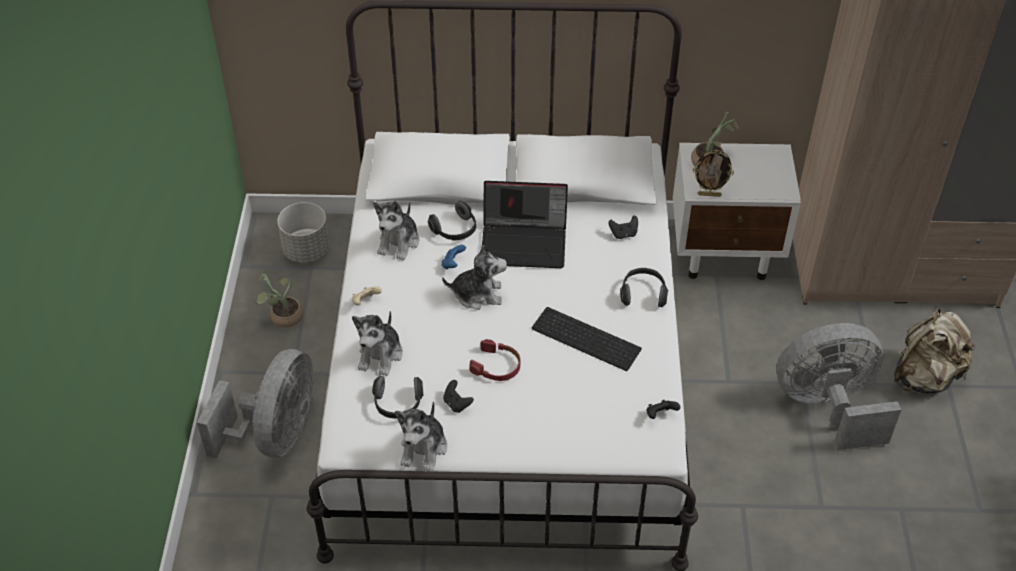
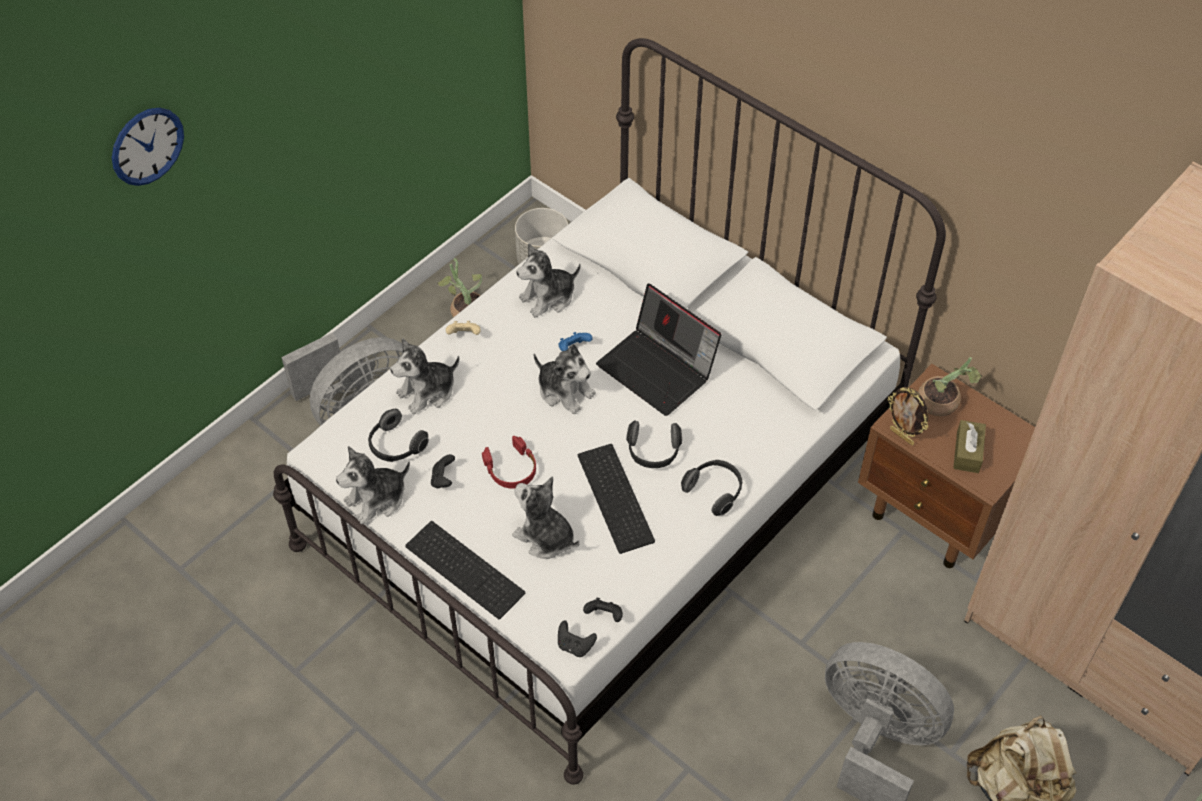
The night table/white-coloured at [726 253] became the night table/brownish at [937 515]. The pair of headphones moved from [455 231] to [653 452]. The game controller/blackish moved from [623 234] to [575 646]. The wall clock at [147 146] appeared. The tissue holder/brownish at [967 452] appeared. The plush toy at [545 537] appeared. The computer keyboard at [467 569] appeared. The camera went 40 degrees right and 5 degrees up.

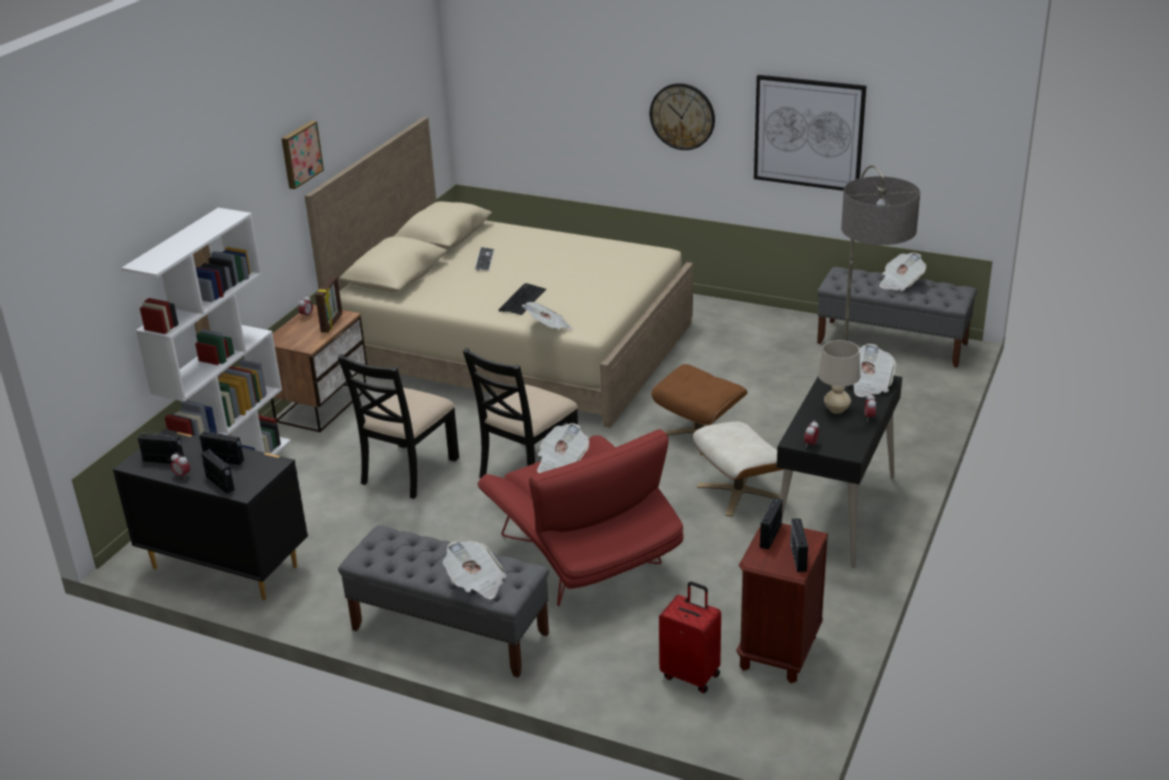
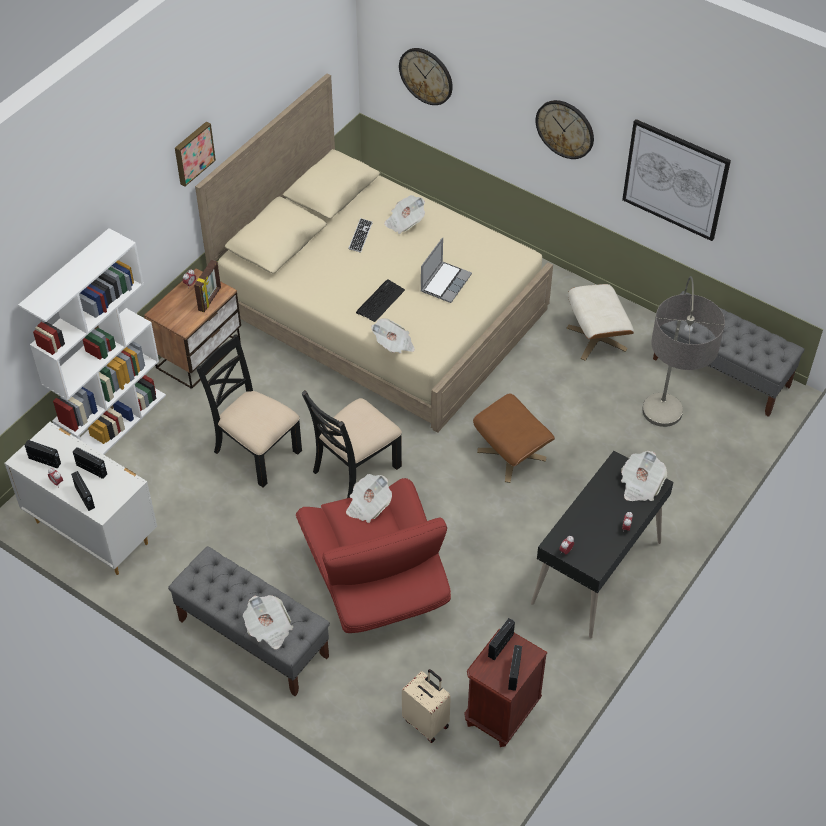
The newspaper moved from [900 283] to [404 222]. The tabletop lamp/sand-coloured at [836 409] disappeared. The plain chair/blackish at [408 470] turned 90 degrees clockwise. The pouffe/sand-coloured moved from [738 492] to [596 338]. The dresser/blackish at [225 566] became the dresser/white-coloured at [92 531]. The suitcase/red at [691 675] became the suitcase/sand-coloured at [427 722]. The wall clock at [426 76] appeared. The laptop at [445 282] appeared. The camera went 10 degrees right and 20 degrees up.

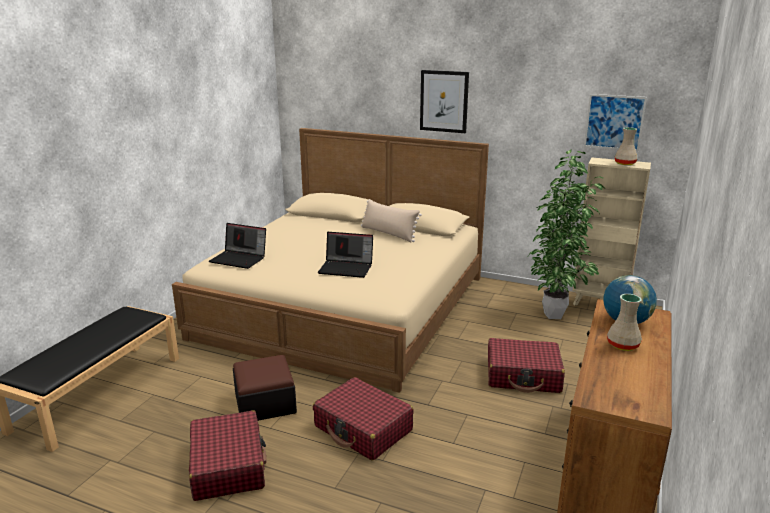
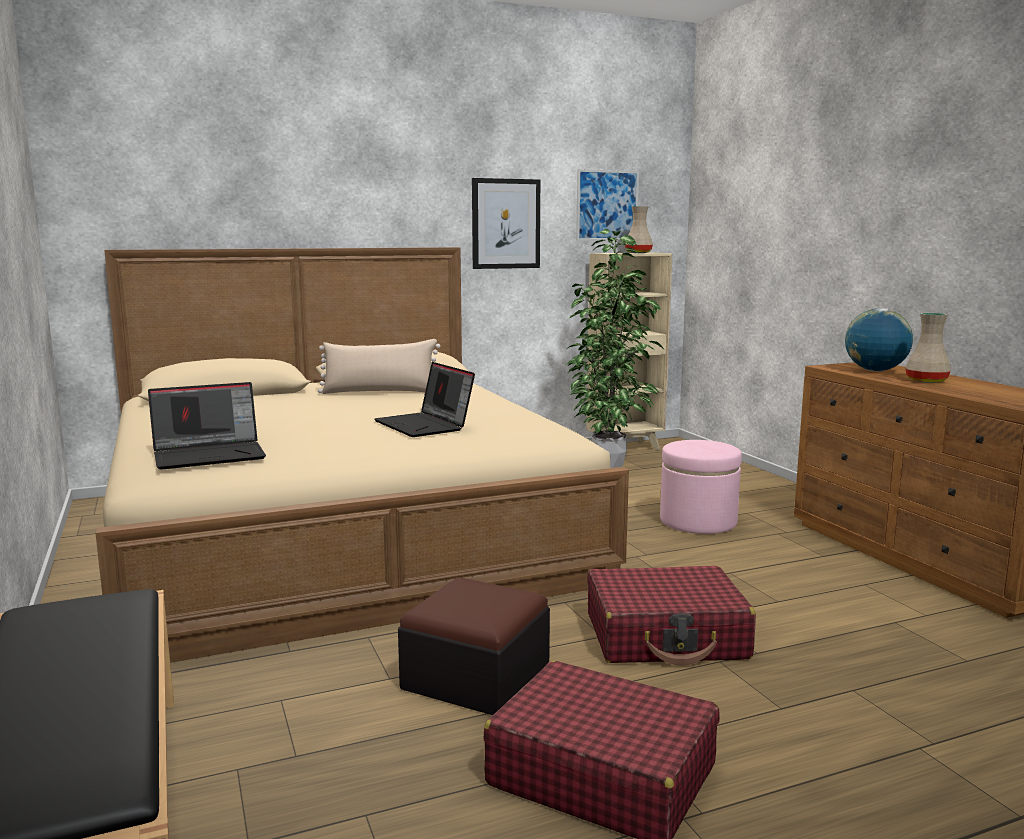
The picture moved from [444 101] to [505 224]. The laptop at [347 268] turned 90 degrees clockwise. The suitcase/red at [523 375] was replaced by the pouffe/pinkish at [698 521]. The camera went 45 degrees left and 10 degrees down.

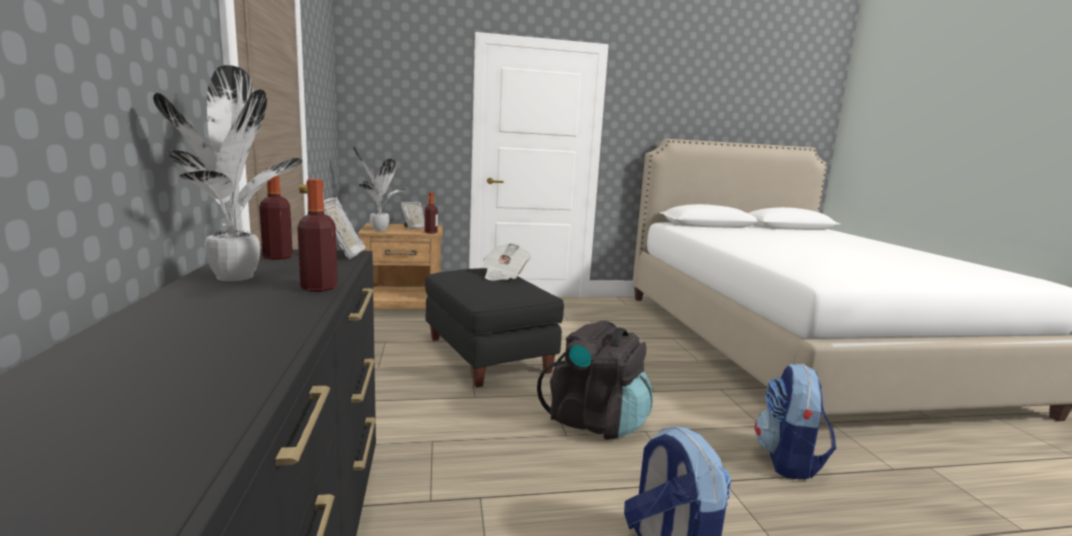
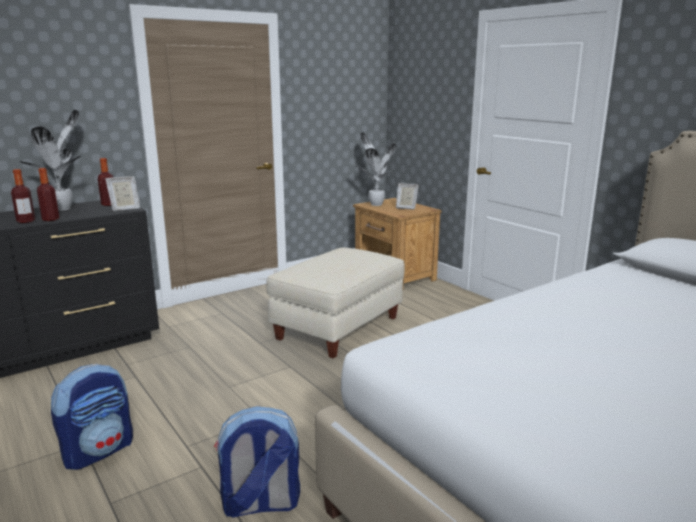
The drink bottle moved from [430 232] to [26 221]. The newspaper at [504 275] disappeared. The pouffe/blackish at [486 355] became the pouffe/sand-coloured at [337 327]. The rucksack/blackish at [595 421] disappeared. The camera went 65 degrees right and 5 degrees up.

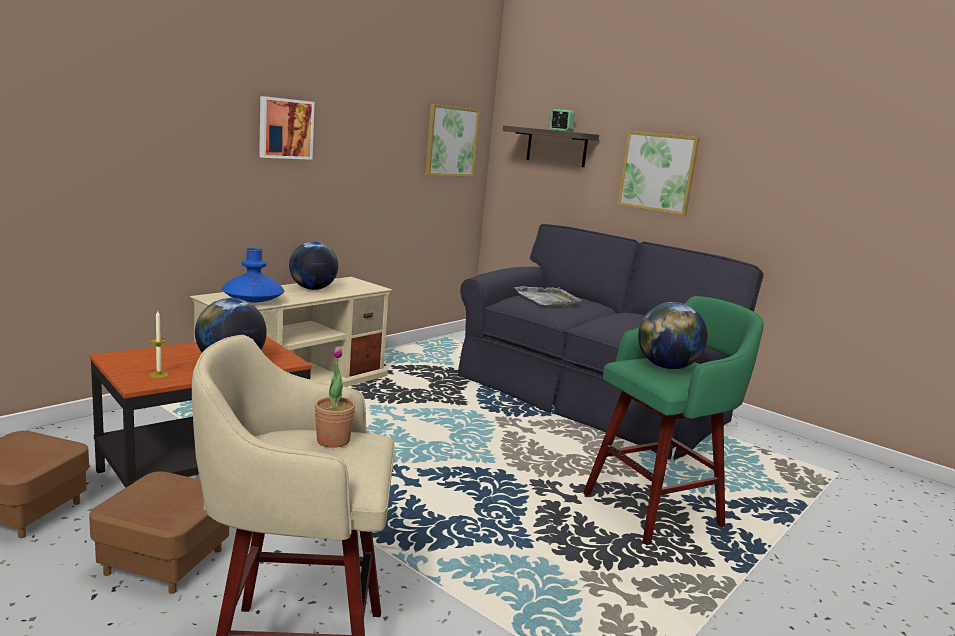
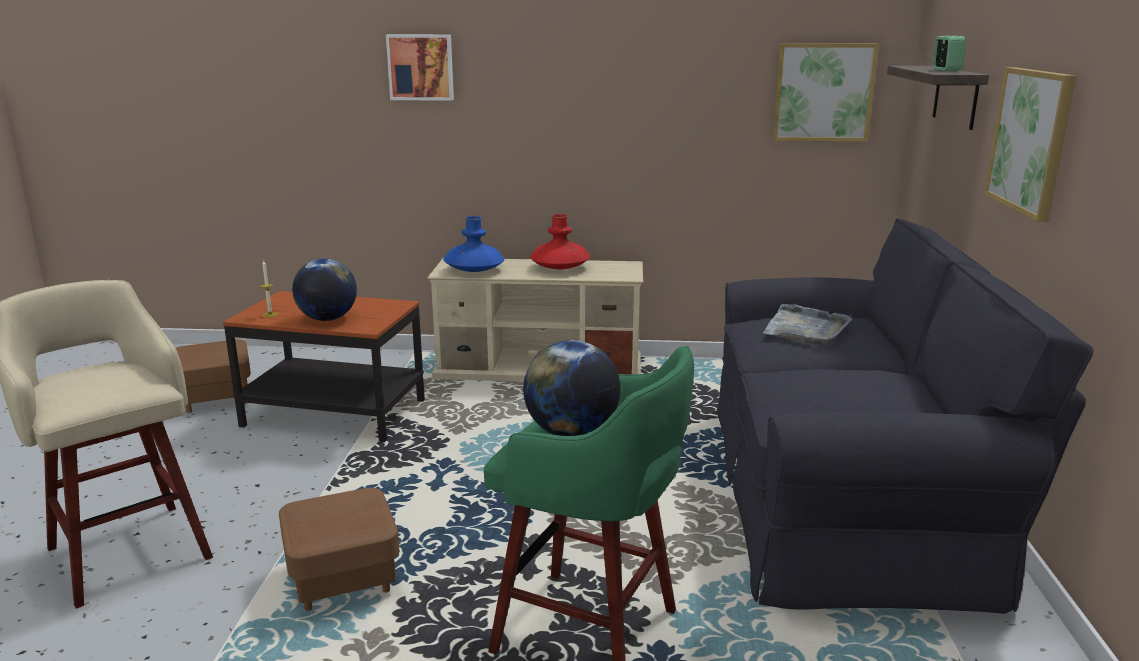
The picture moved from [285 128] to [421 67]. The globe at [312 289] was replaced by the decorative vase/red at [560 268]. The potted plant at [333 441] disappeared. The pouffe/brownish moved from [165 561] to [343 579]. The camera went 55 degrees right and 5 degrees up.

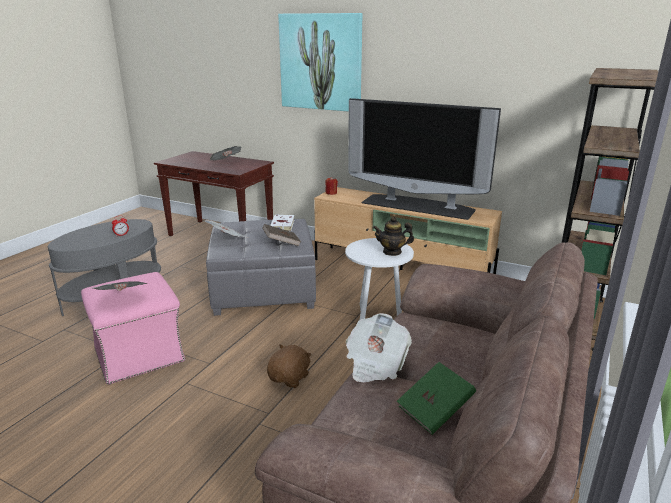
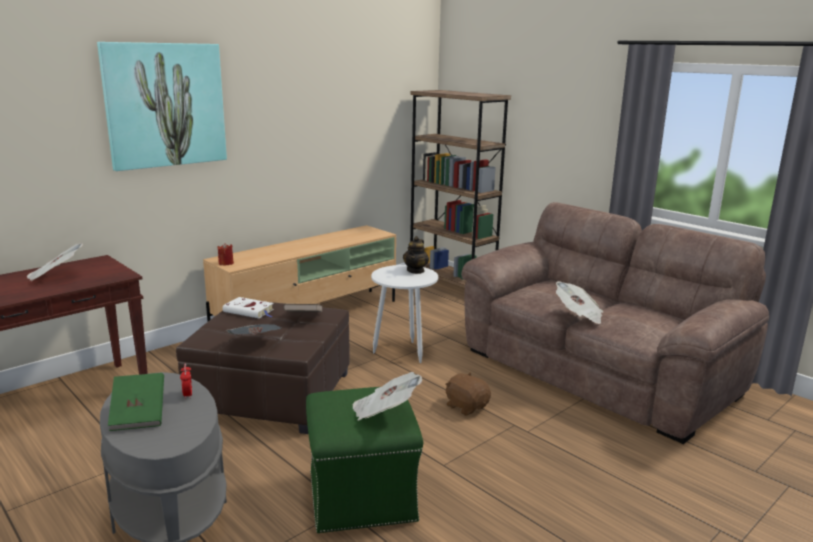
The TV at [418 206] disappeared. The pouffe/grey at [264 289] became the pouffe/brownish at [273 393]. The pouffe/pinkish at [140 354] became the pouffe/green-coloured at [361 495]. The bound book/green-coloured moved from [435 410] to [139 415]. The camera went 70 degrees left and 5 degrees down.

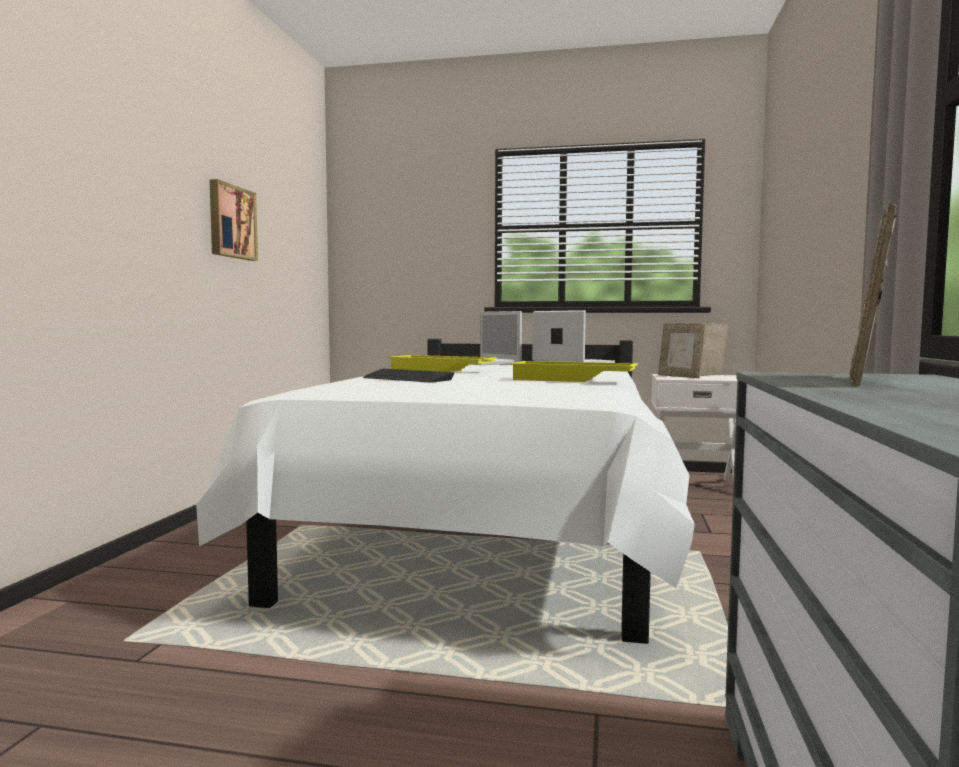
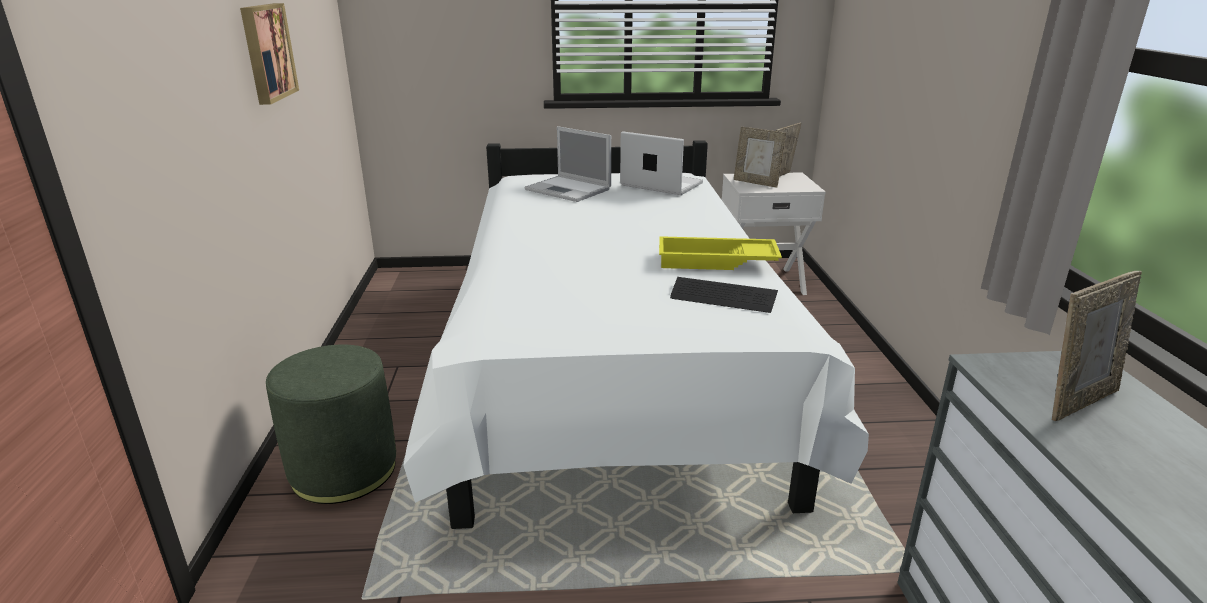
The standing frame at [867 381] turned 135 degrees counterclockwise. The carrying tray/yellowish at [440 371] disappeared. The computer keyboard moved from [407 378] to [723 297]. The pouffe/green-coloured at [344 470] appeared. The camera went 15 degrees left and 20 degrees up.

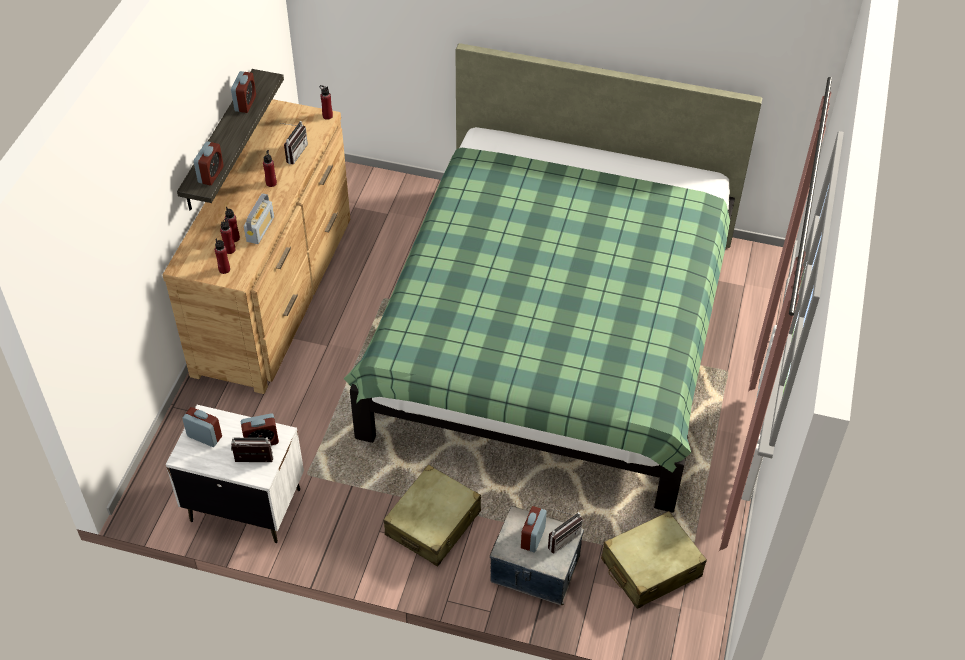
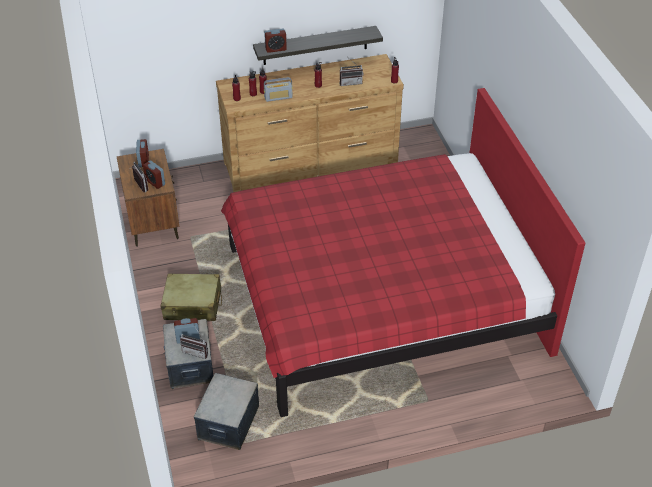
The sleeping bed/green-coloured at [553 335] became the sleeping bed/red at [382 296]. The alarm clock at [245 103] disappeared. The night table/white-coloured at [245 504] became the night table/brownish at [153 222]. The suitcase/sand-coloured at [650 568] was replaced by the storage box at [228 422]. The camera went 60 degrees right and 5 degrees down.

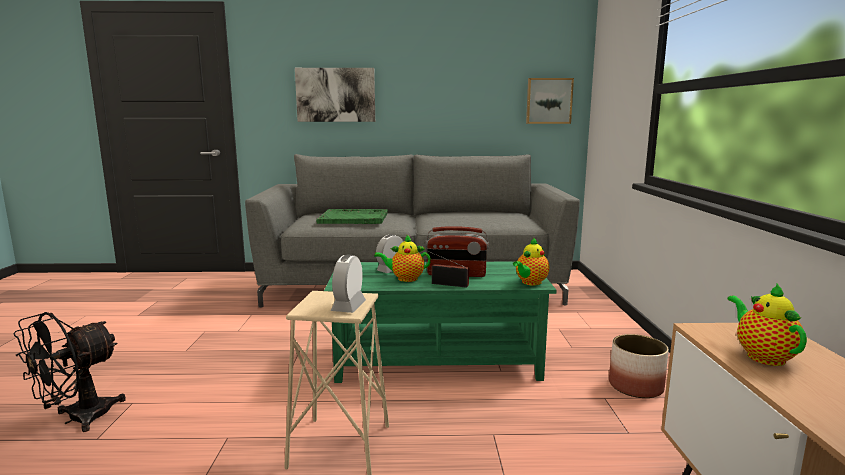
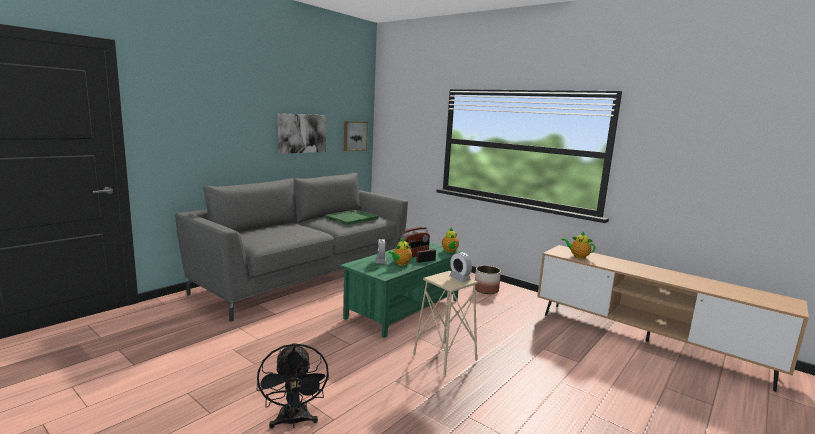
The picture moved from [336 95] to [302 133]. The carrying tray/green-coloured moved from [354 218] to [352 218]. The camera went 50 degrees left and 0 degrees up.

